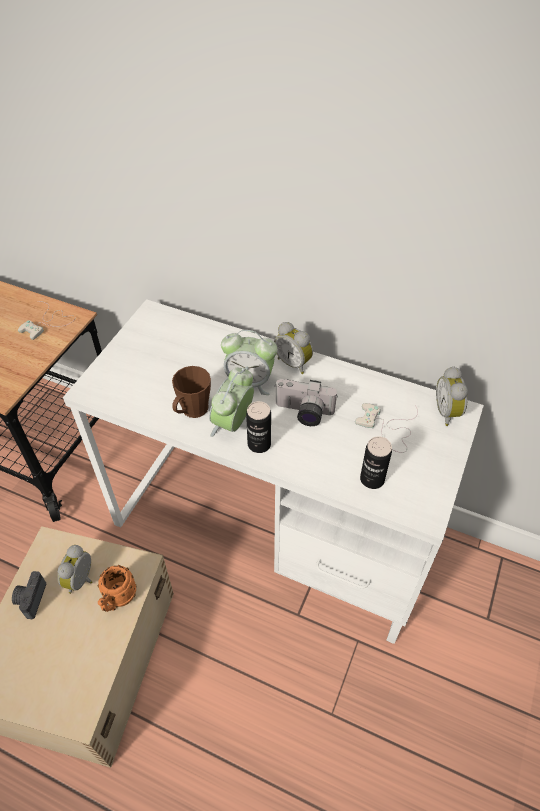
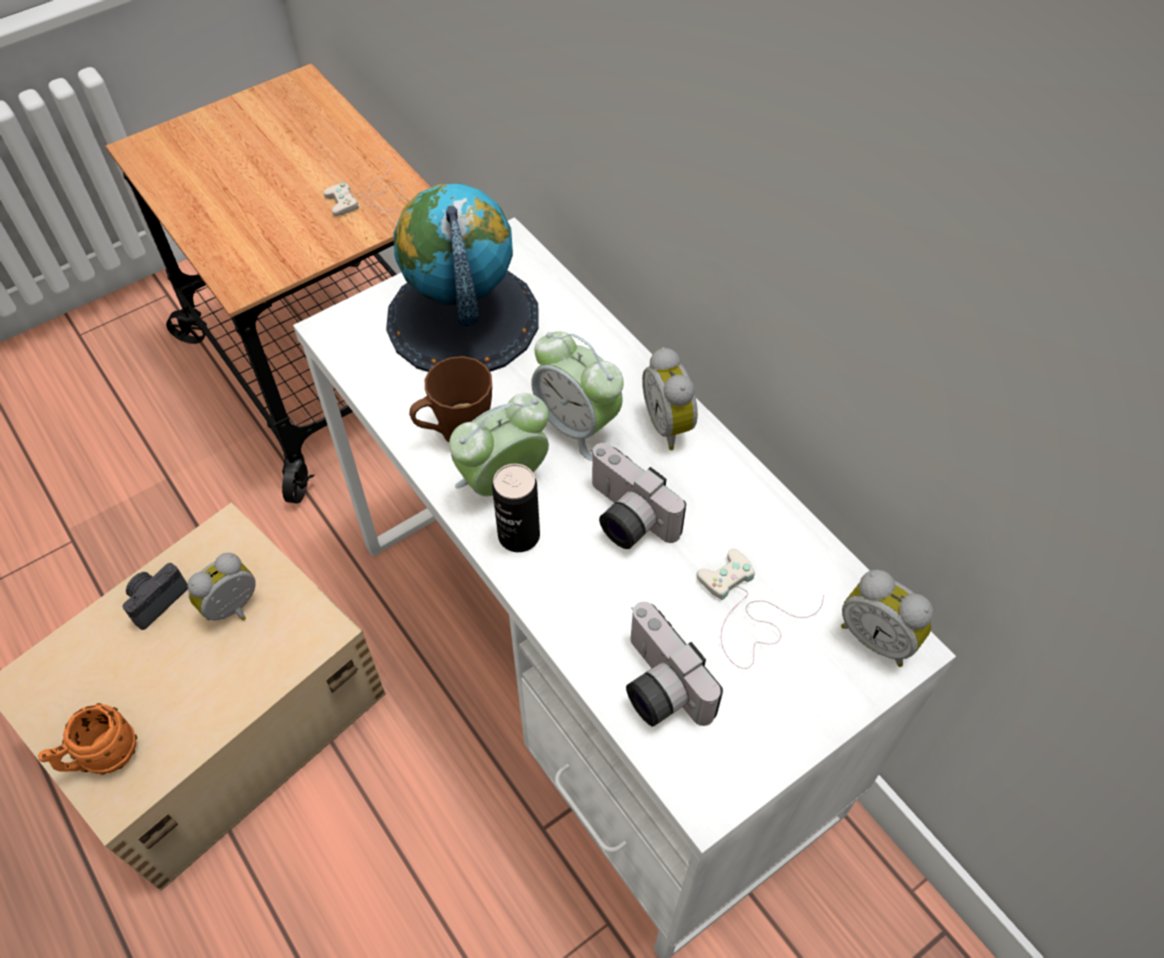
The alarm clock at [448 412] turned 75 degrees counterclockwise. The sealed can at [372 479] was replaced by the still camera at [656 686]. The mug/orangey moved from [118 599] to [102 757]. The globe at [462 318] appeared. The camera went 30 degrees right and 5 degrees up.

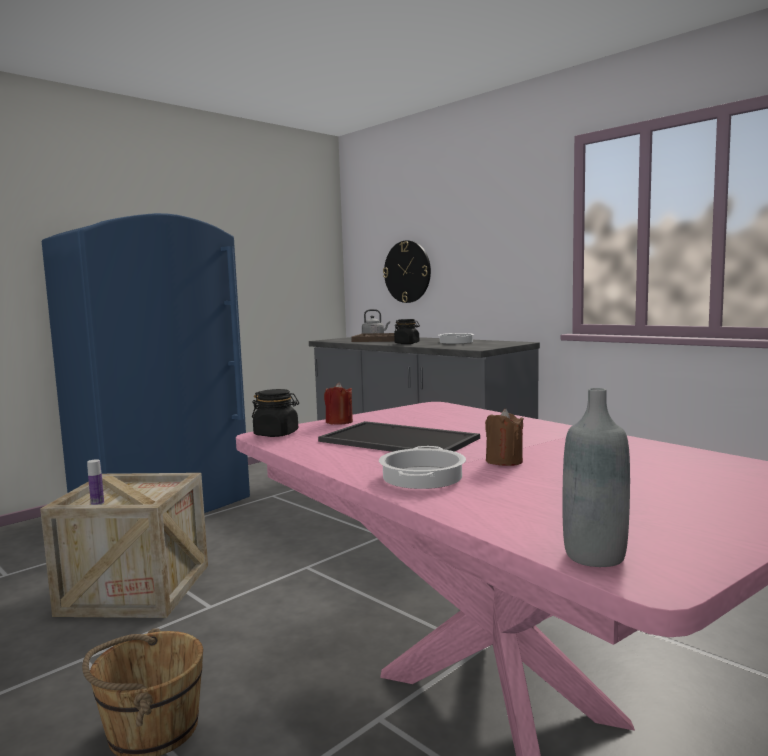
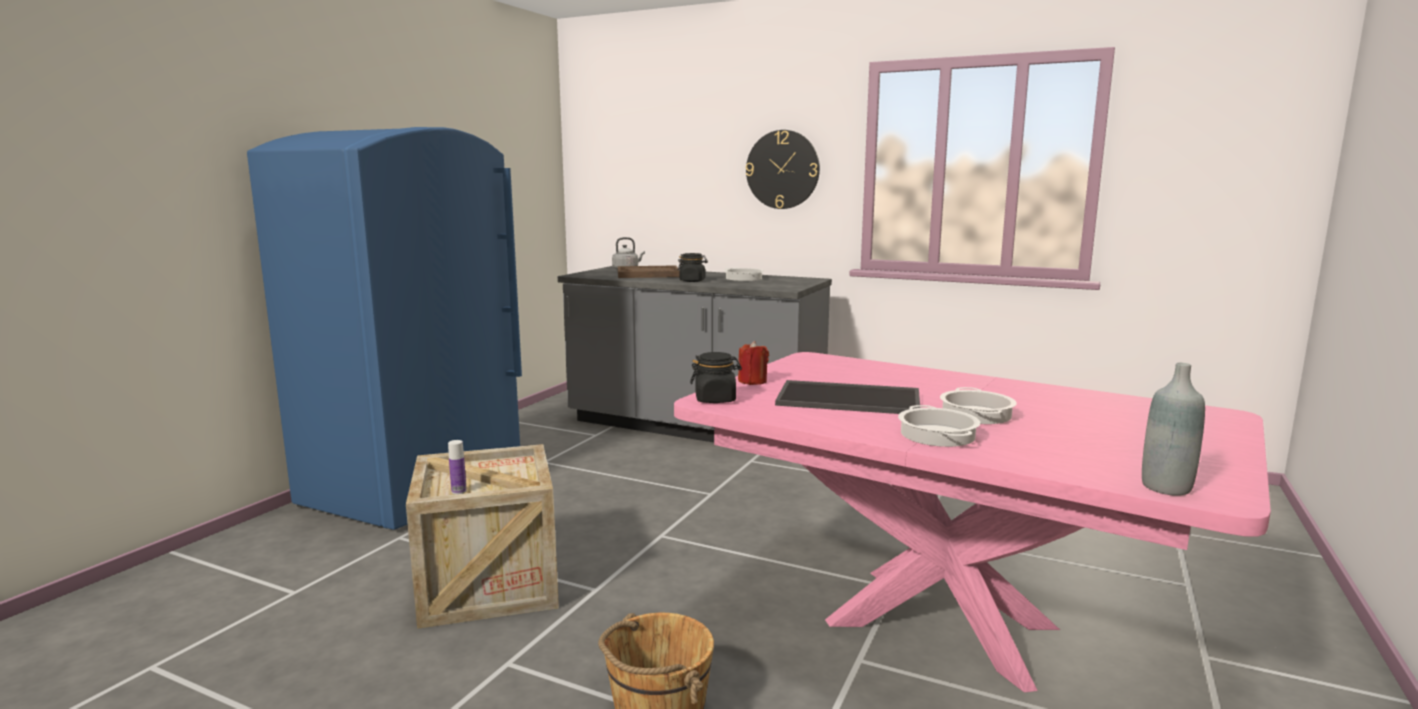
The wall clock moved from [407 271] to [782 169]. The wax candle/brownish at [504 461] was replaced by the stockpot at [977 414]. The camera went 20 degrees left and 5 degrees up.

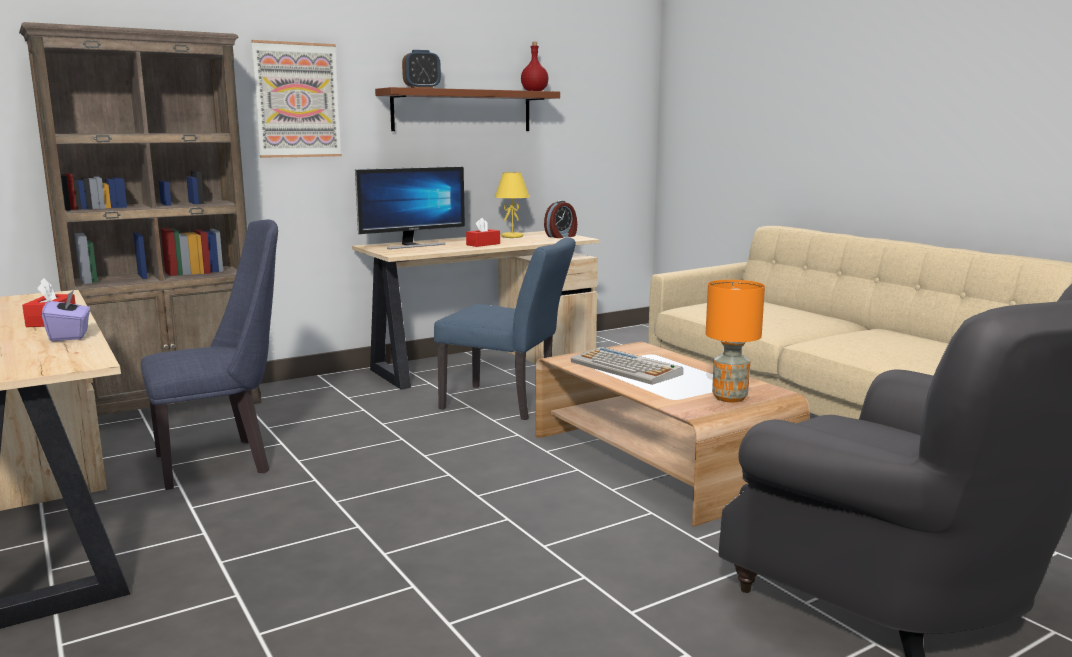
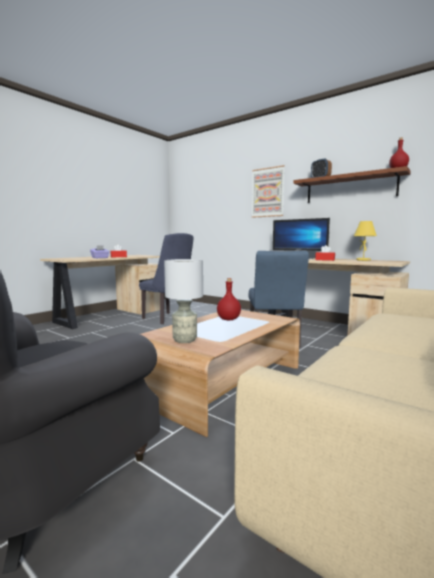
The bookcase/brownish at [172 407] disappeared. The alarm clock at [561 236] disappeared. The tabletop lamp/orangey at [729 398] became the tabletop lamp/grey at [185 340]. The computer keyboard at [626 368] was replaced by the drink bottle/red at [229 319]. The camera went 70 degrees right and 5 degrees down.

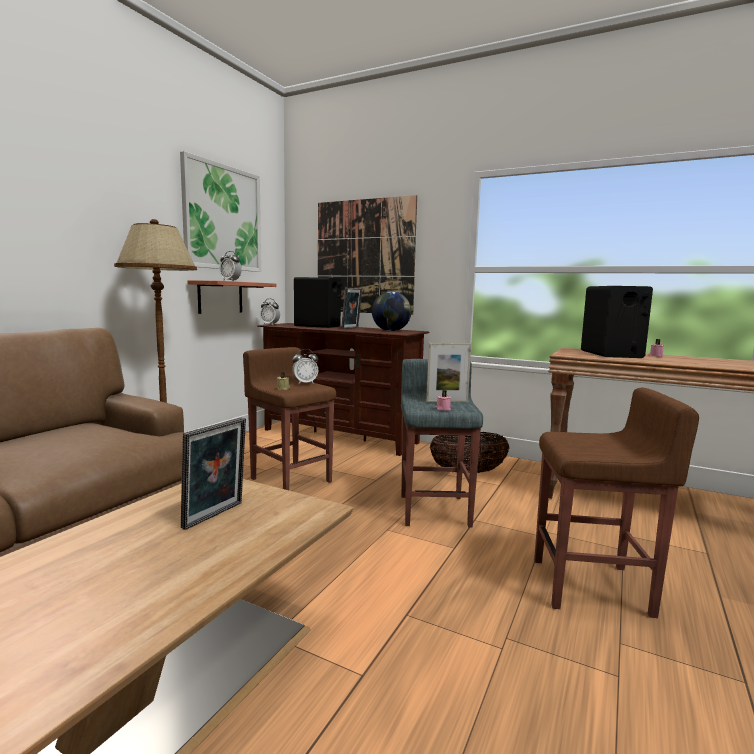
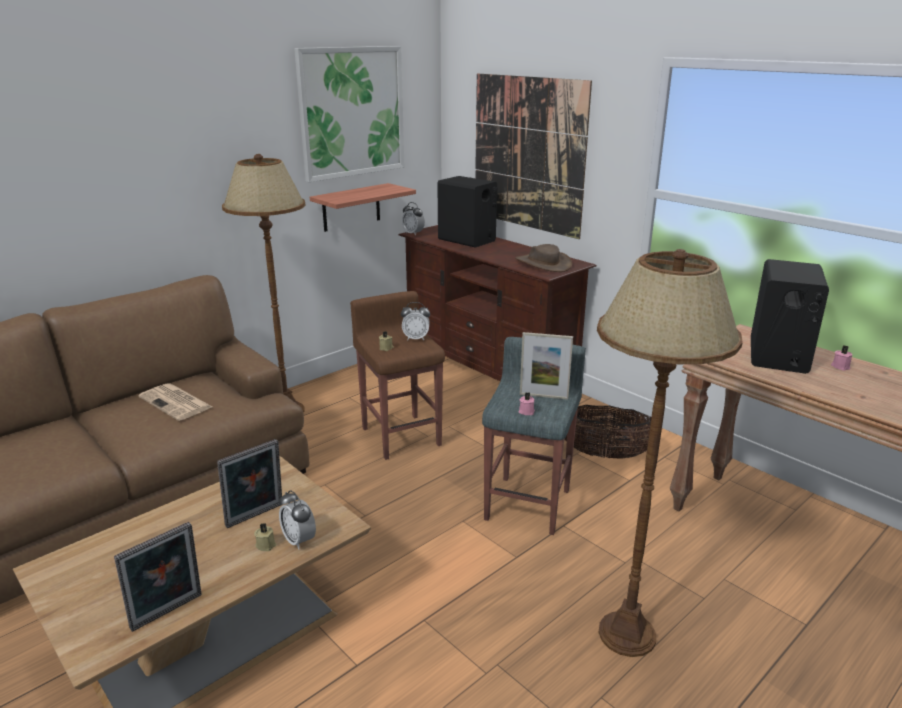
The alarm clock moved from [230 281] to [299 540]. The standing frame moved from [351 328] to [168 613]. The globe at [391 331] was replaced by the wearable hat/brownish at [543 263]. The stool seat/brownish at [592 587] was replaced by the floor lamp/brownish at [626 634]. The newspaper at [176 402] appeared. The wax candle/sand-coloured at [266 544] appeared. The camera went 20 degrees right and 15 degrees up.

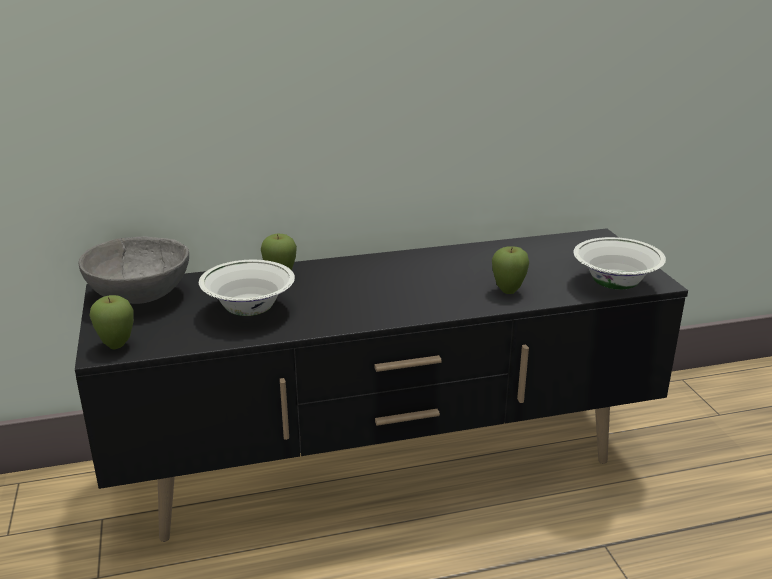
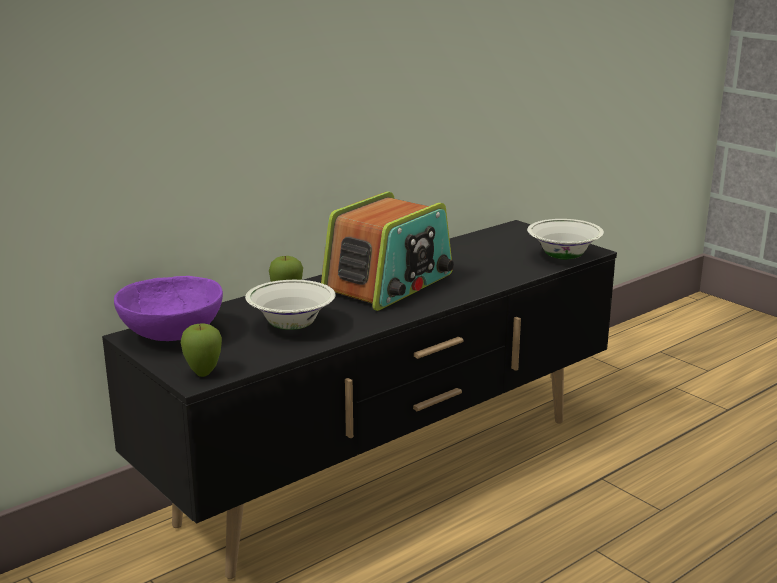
The serving bowl/grey at [138 296] became the serving bowl/purple-coloured at [170 335]. The apple at [508 291] disappeared. The radio receiver at [389 284] appeared. The camera went 25 degrees left and 5 degrees down.

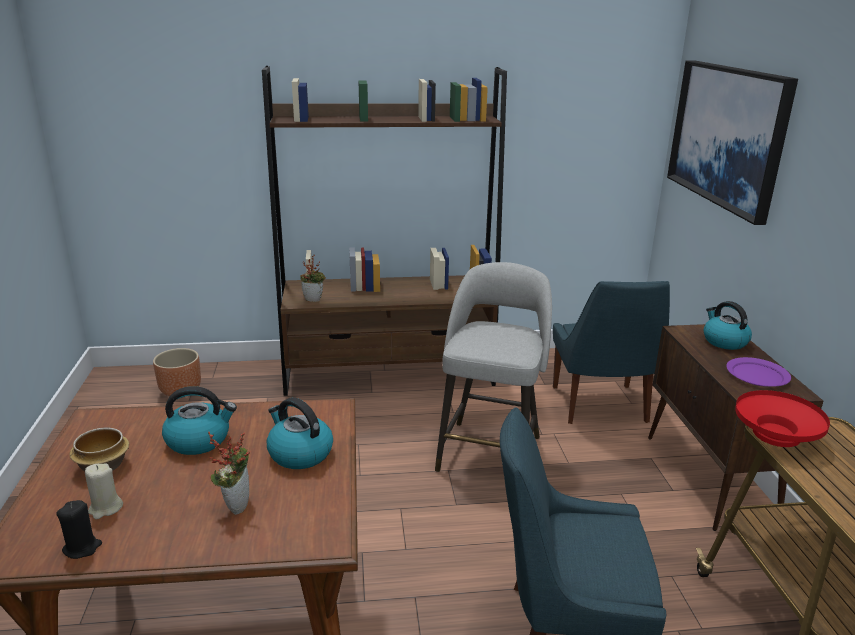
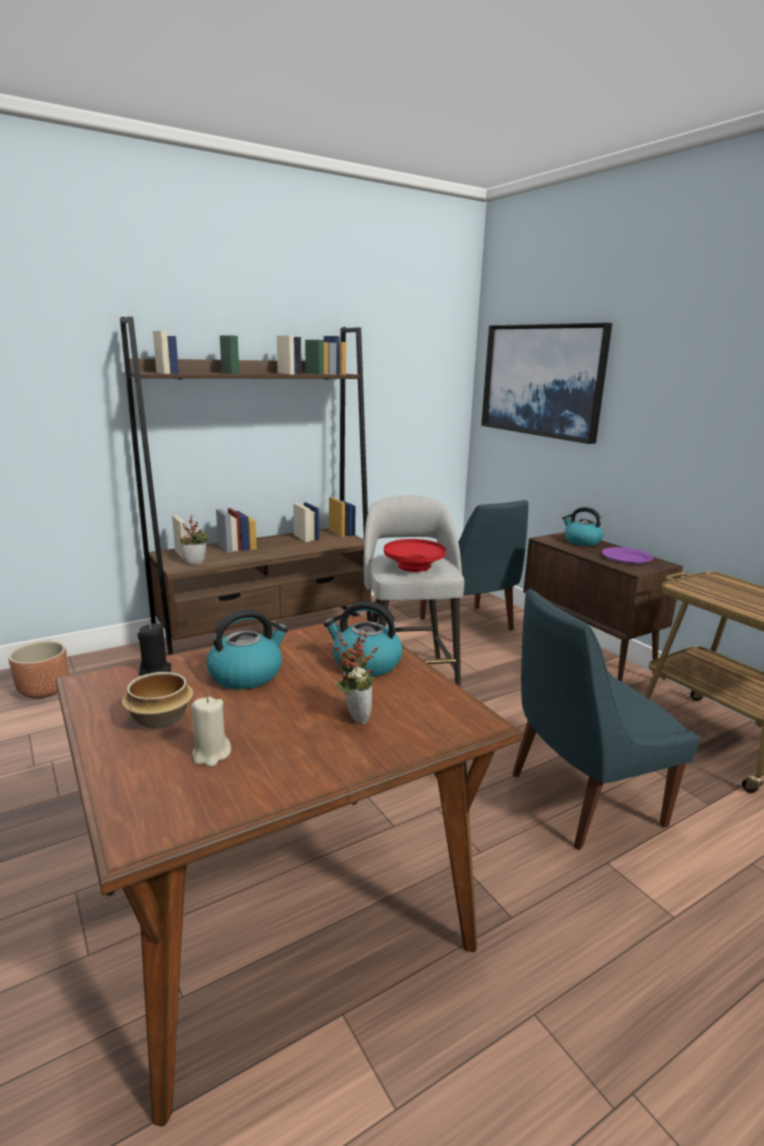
The serving bowl/red moved from [775 435] to [413 566]. The wax candle/blackish moved from [82 548] to [155 670]. The camera went 25 degrees left and 5 degrees down.

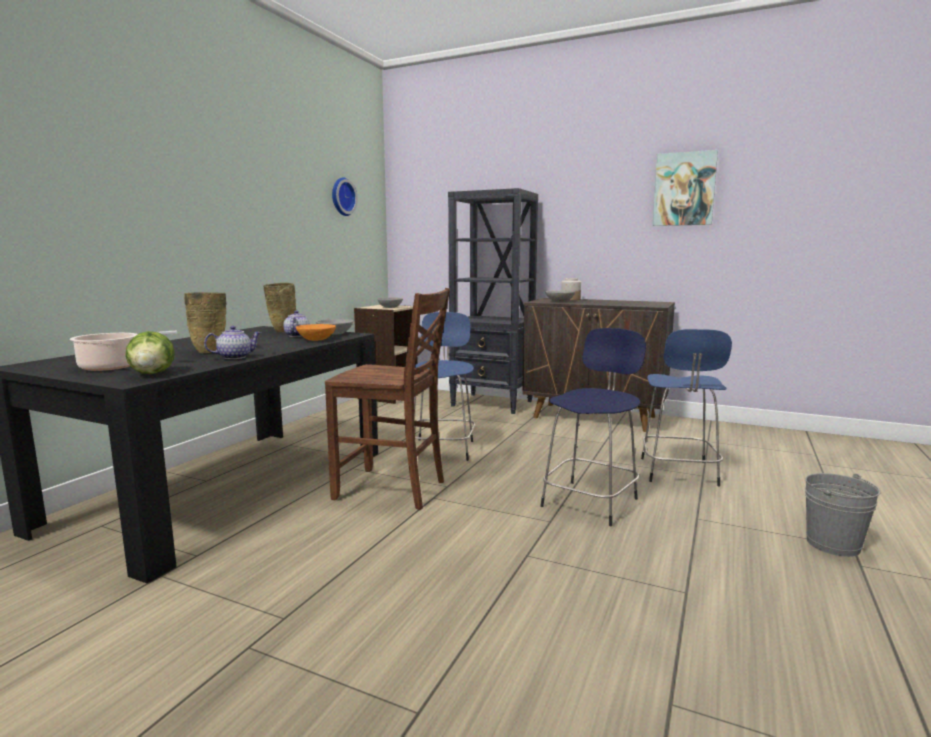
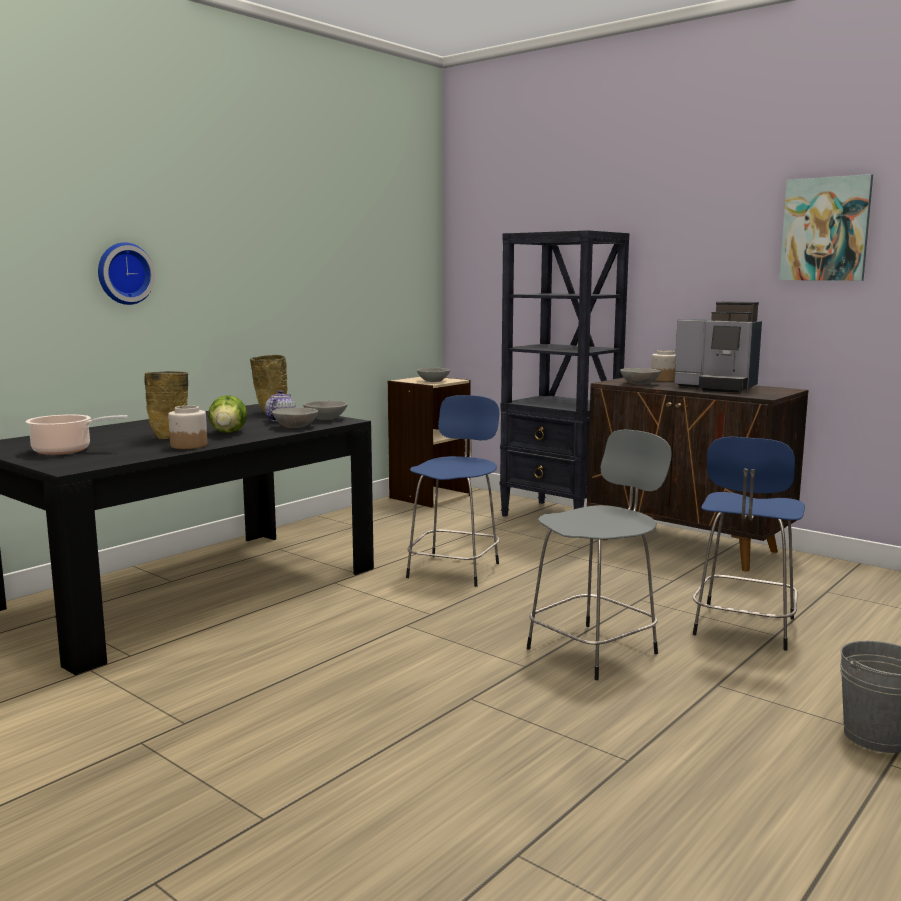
The wall clock moved from [341 197] to [124 273]. The plain chair/brownish at [392 490] disappeared. The serving bowl/orangey at [316 340] became the serving bowl/grey at [295 427]. The teapot at [235 357] was replaced by the preserve jar at [188 445]. The stool seat/blue-coloured at [591 501] became the stool seat/grey at [595 649]. The head of lettuce moved from [152 374] to [228 432]. The coffee machine at [717 387] appeared. The camera went 15 degrees right and 0 degrees up.

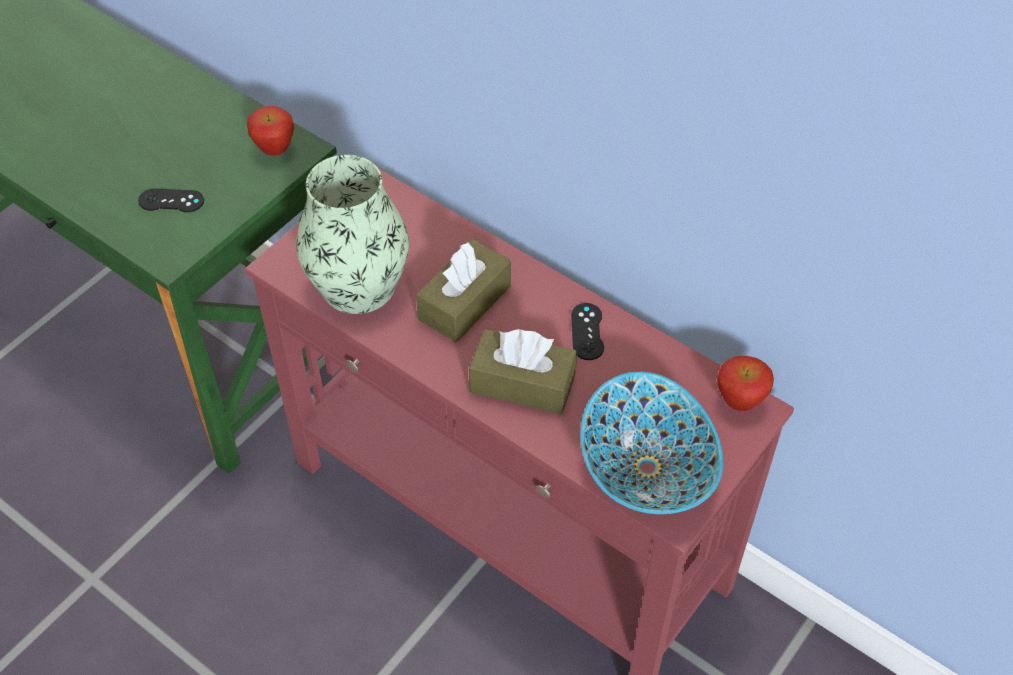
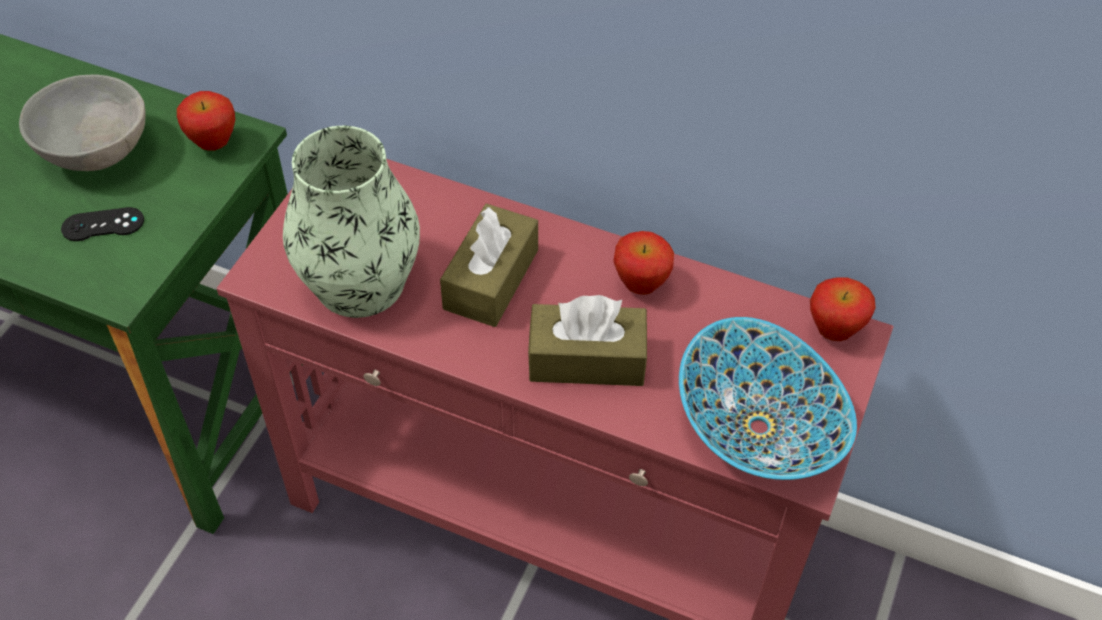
The game controller/blackish at [587 331] was replaced by the apple at [640 285]. The serving bowl/grey at [96 150] appeared. The camera went 15 degrees left and 0 degrees up.

